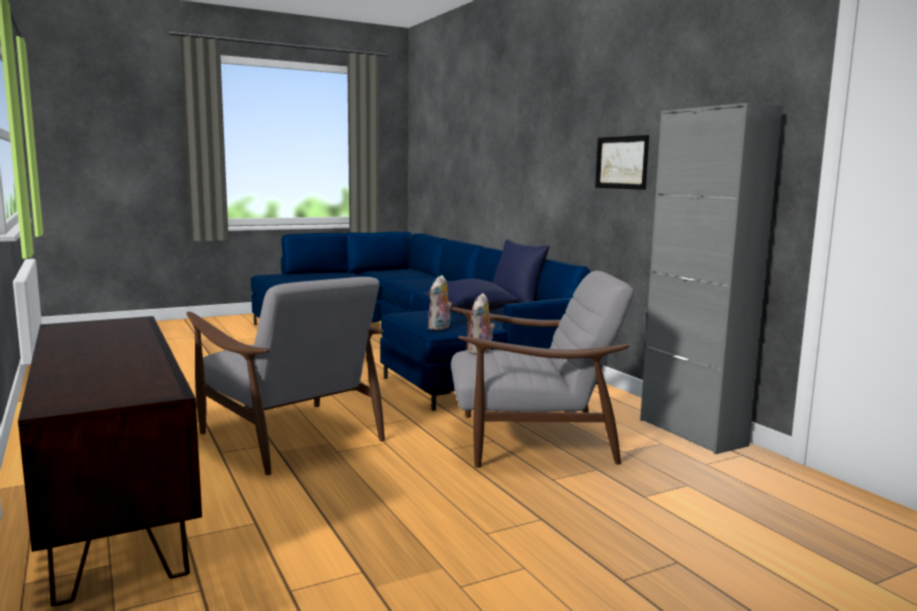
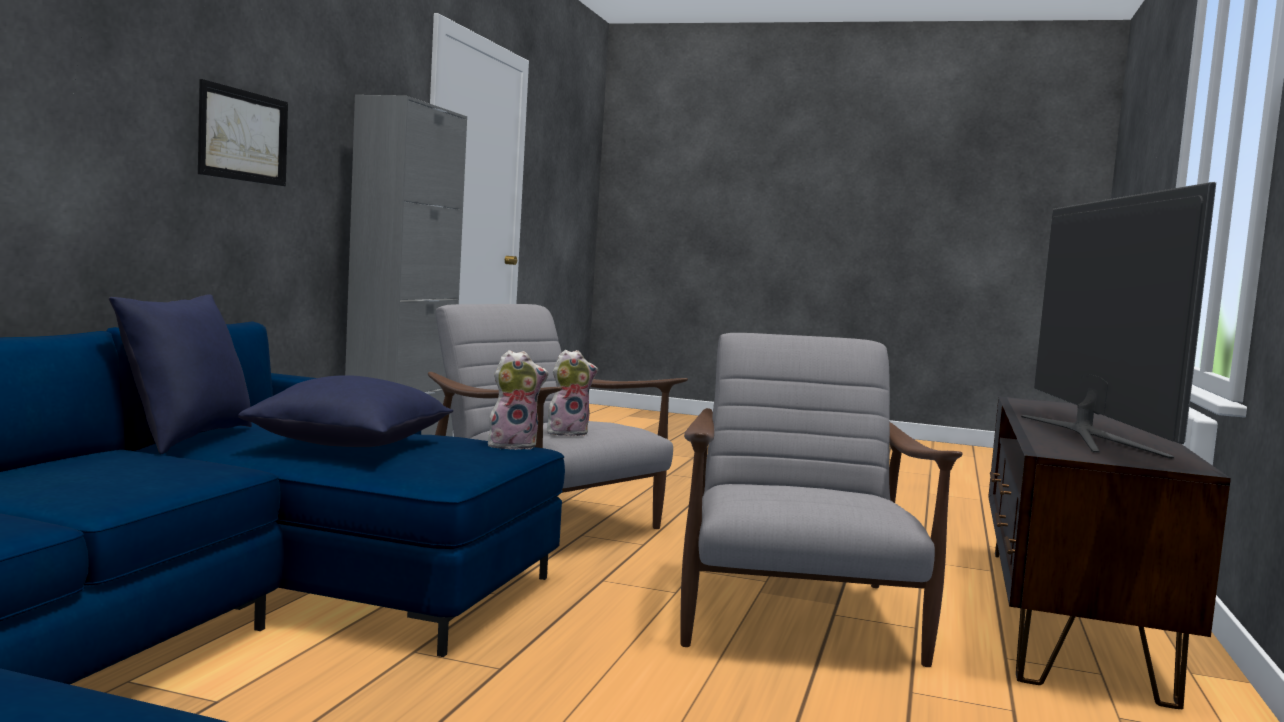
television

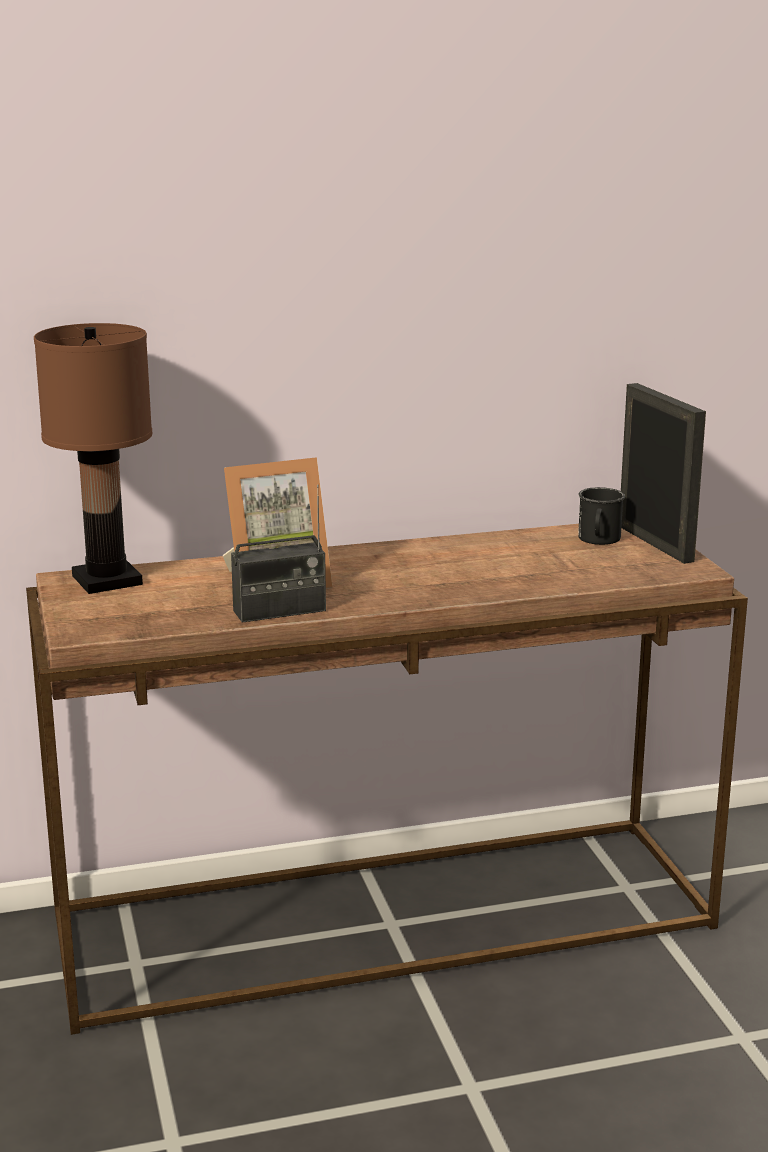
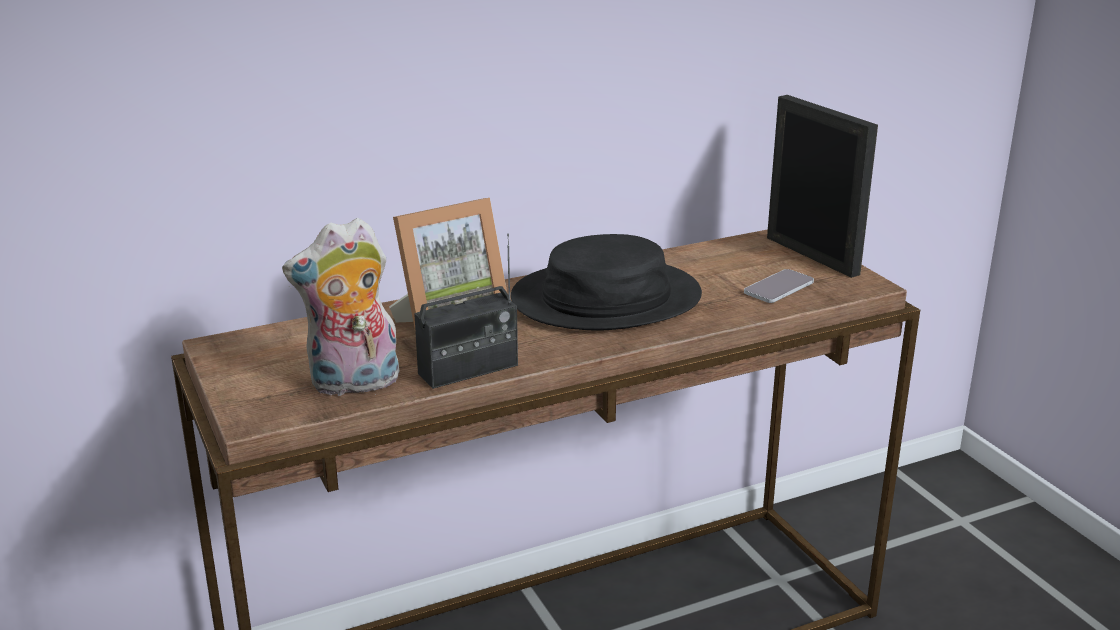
table lamp (brown)
mug (black)
plush toy
hat (black)
phone

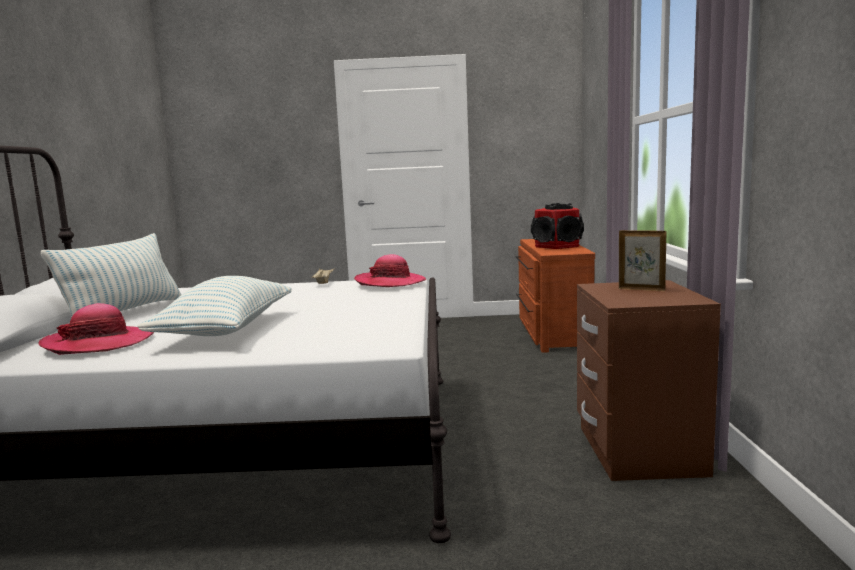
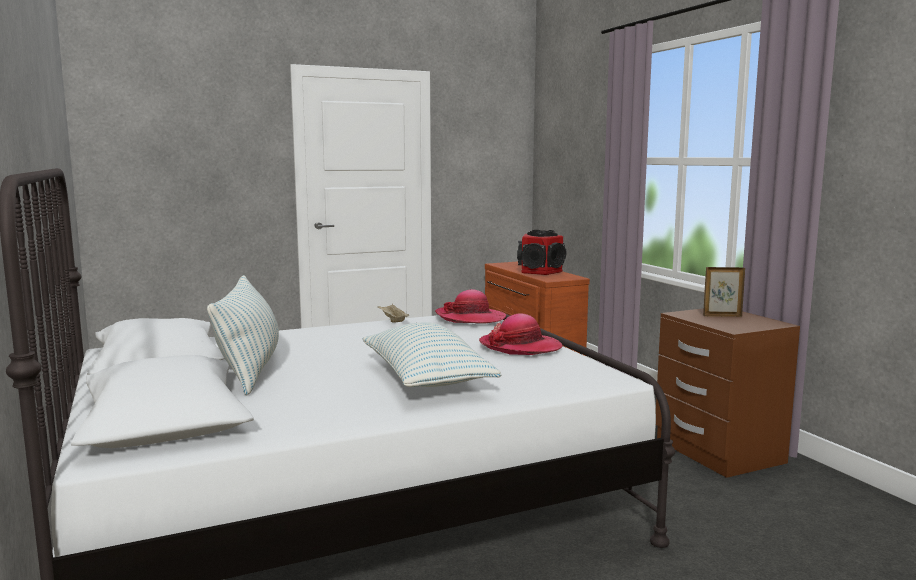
hat (2nd from left)

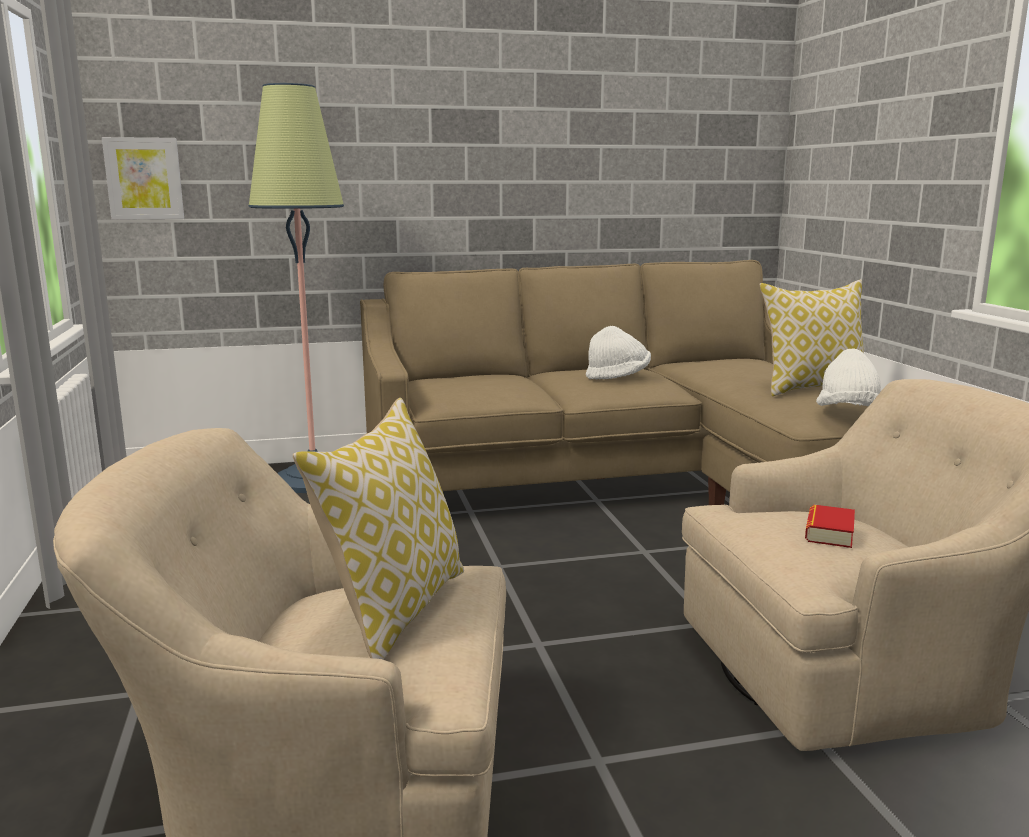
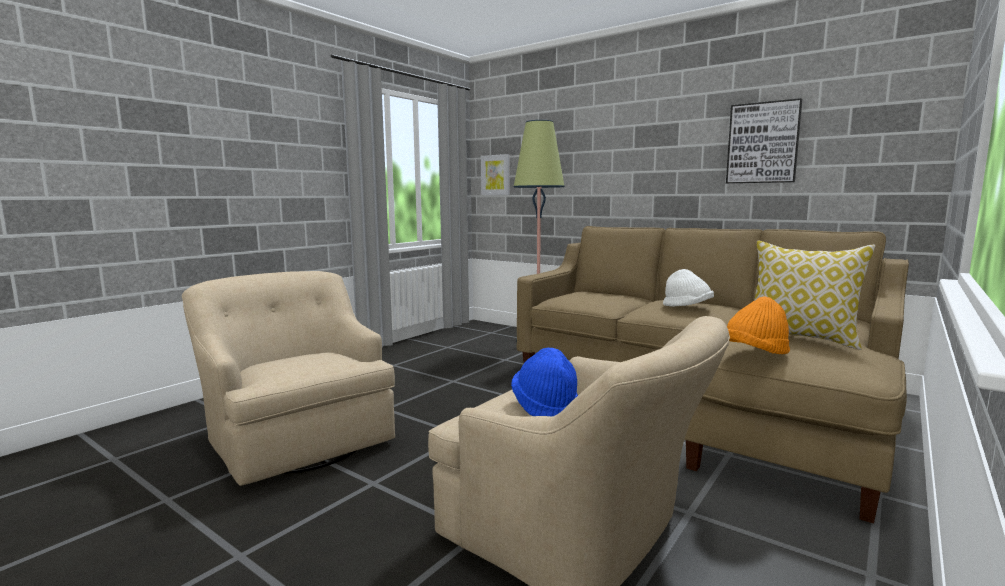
hat (orange)
pillow (1st from left in the first image)
hat (blue)
picture (2nd from left)

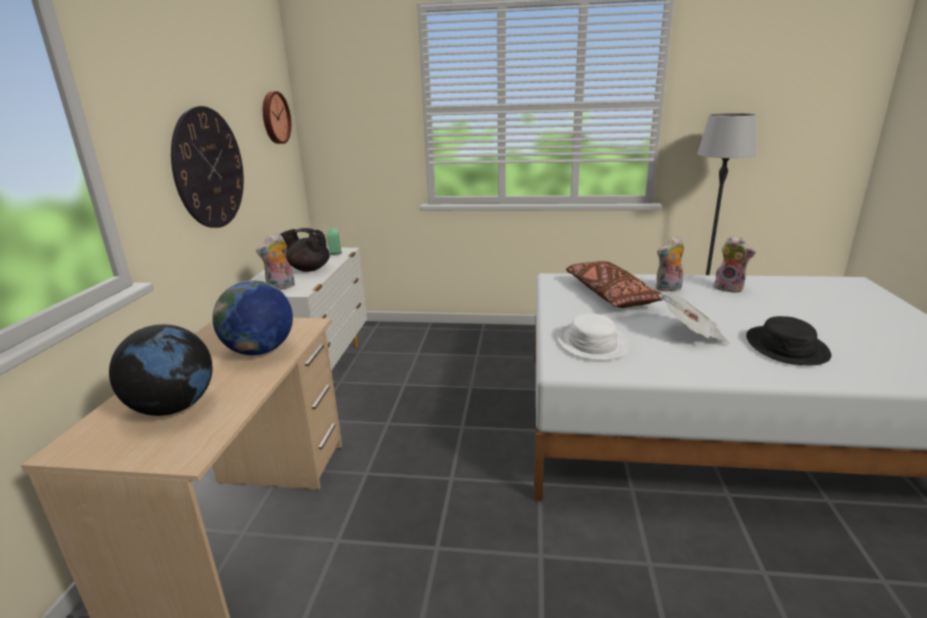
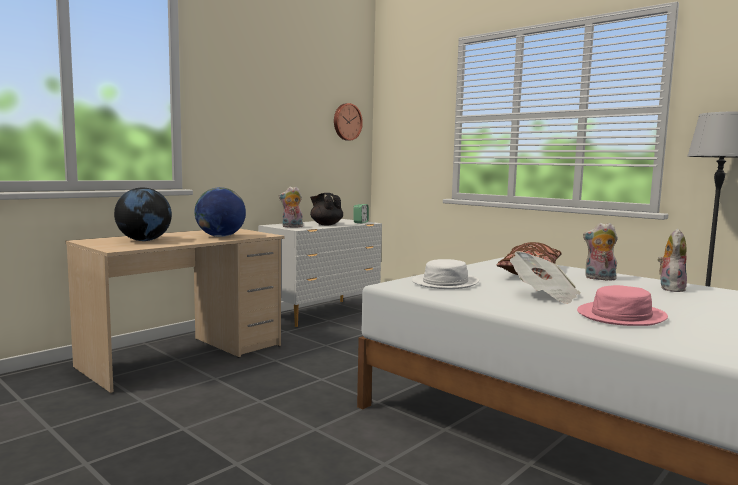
wall clock (1st from left in the first image)
plush toy (3rd from left)
hat (pink)

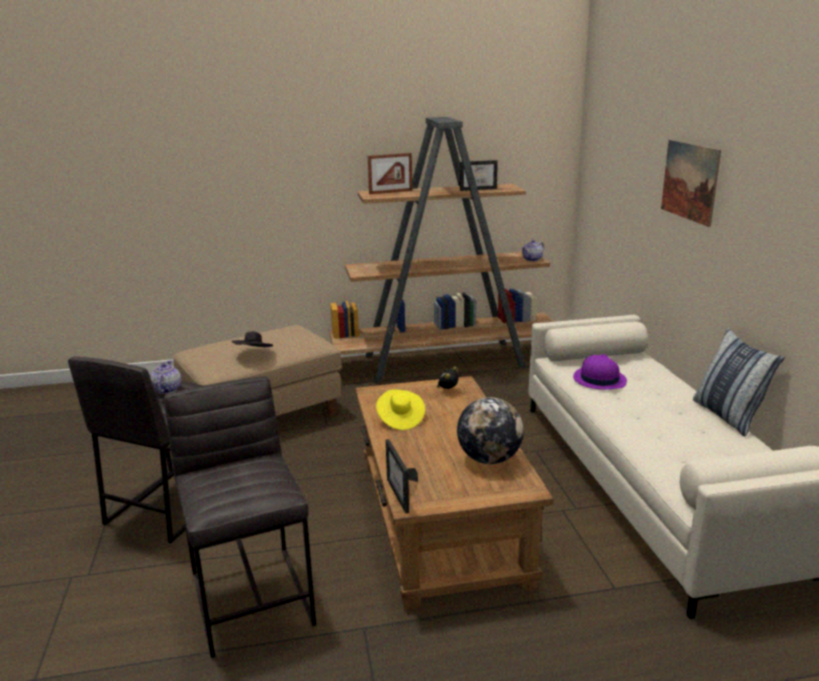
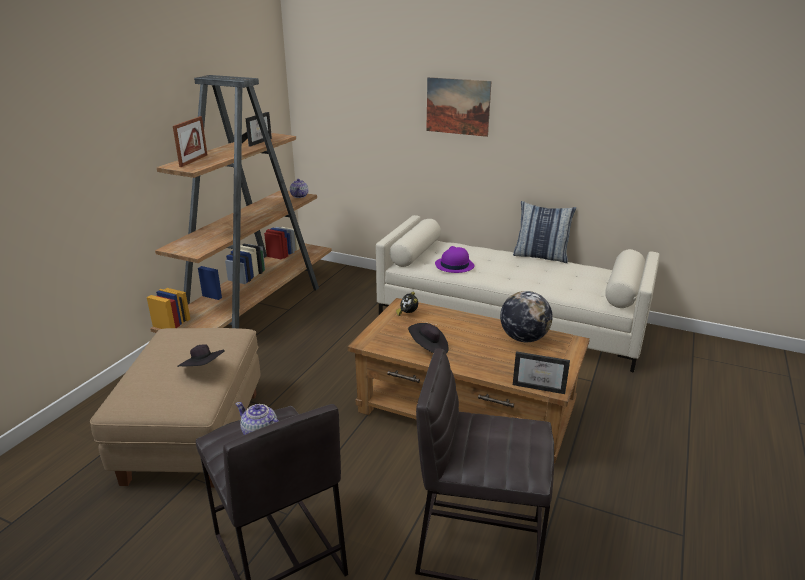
hat (black) (2nd from left)

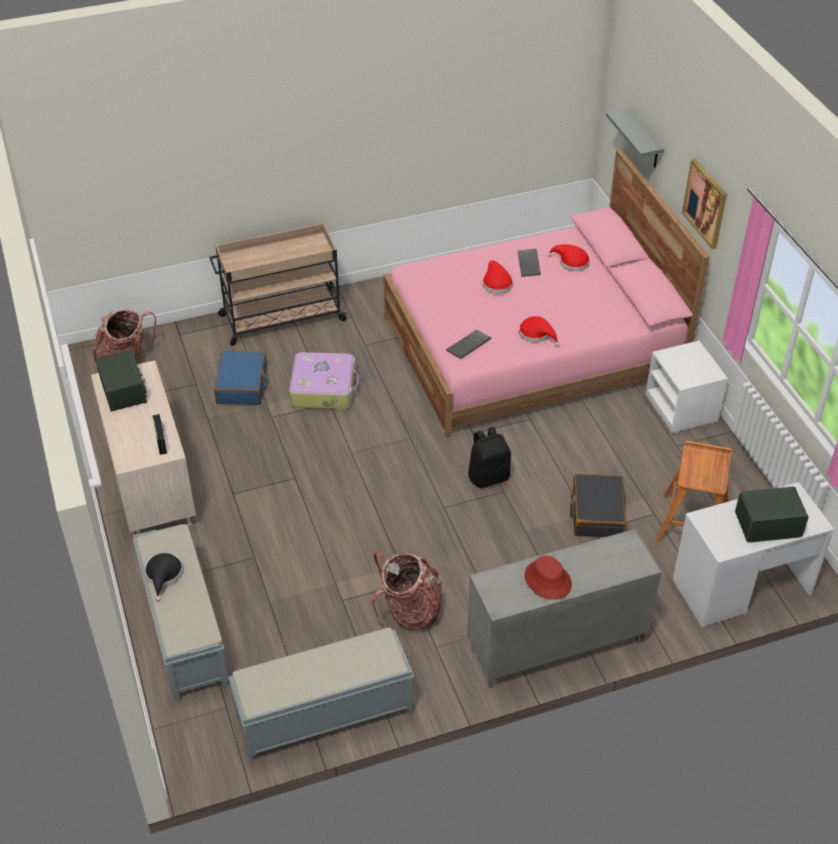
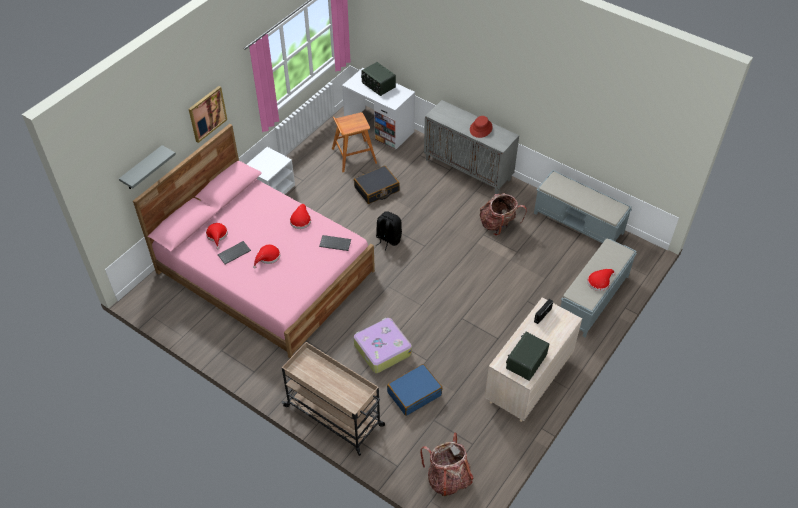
hat (red) (5th from left)

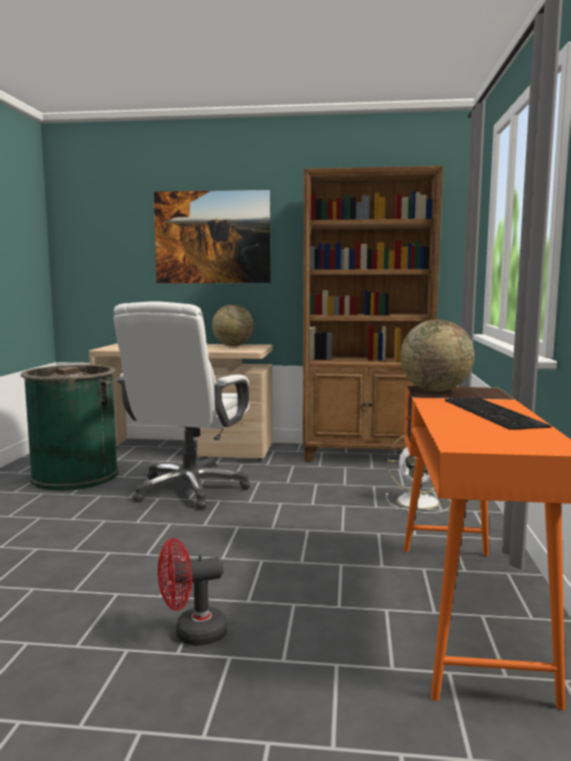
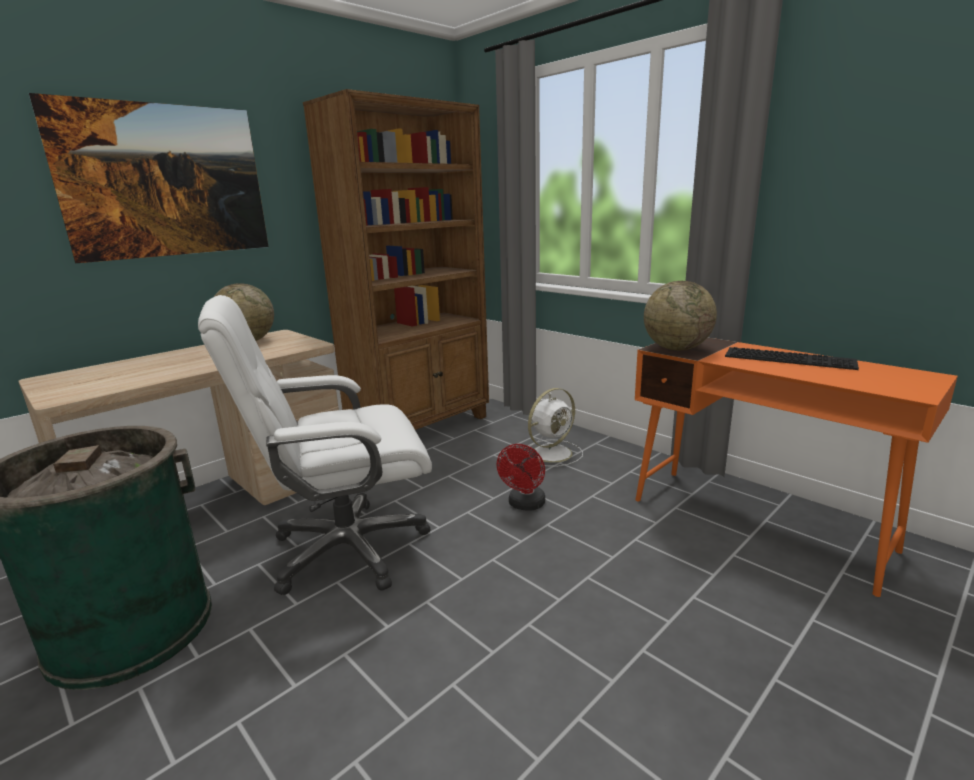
office chair (white)
fan (red)

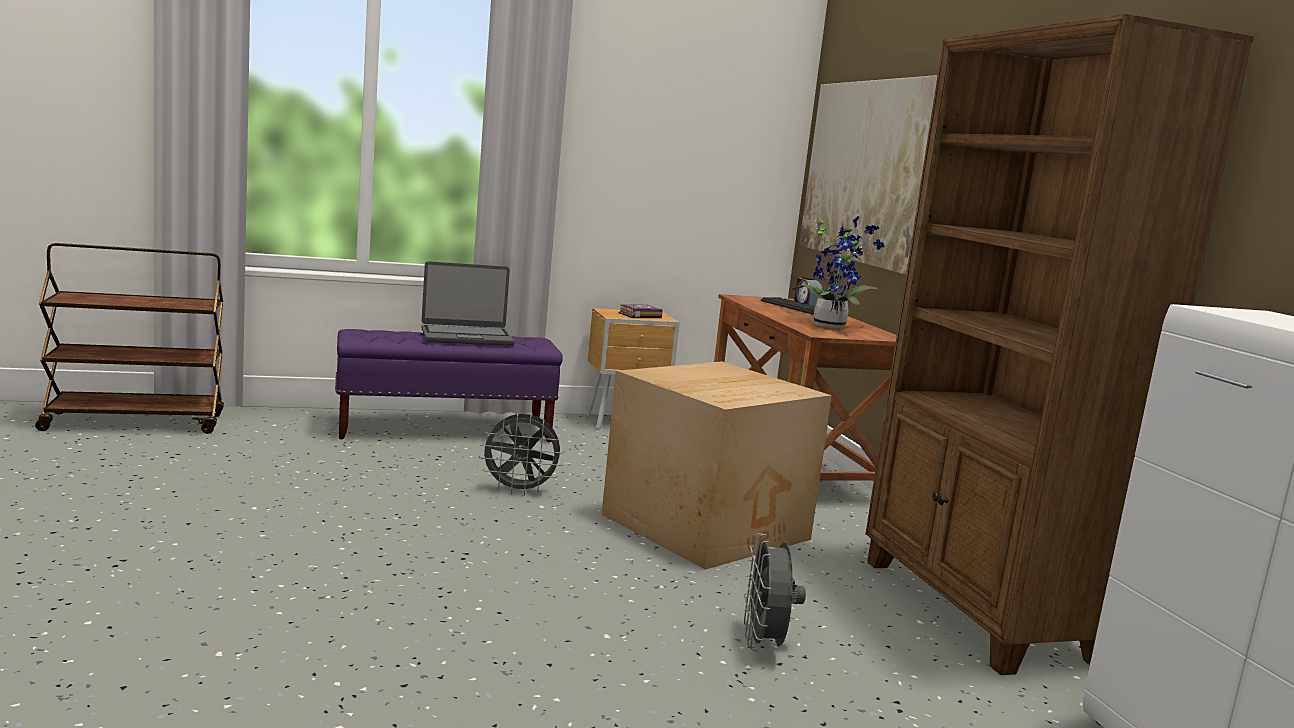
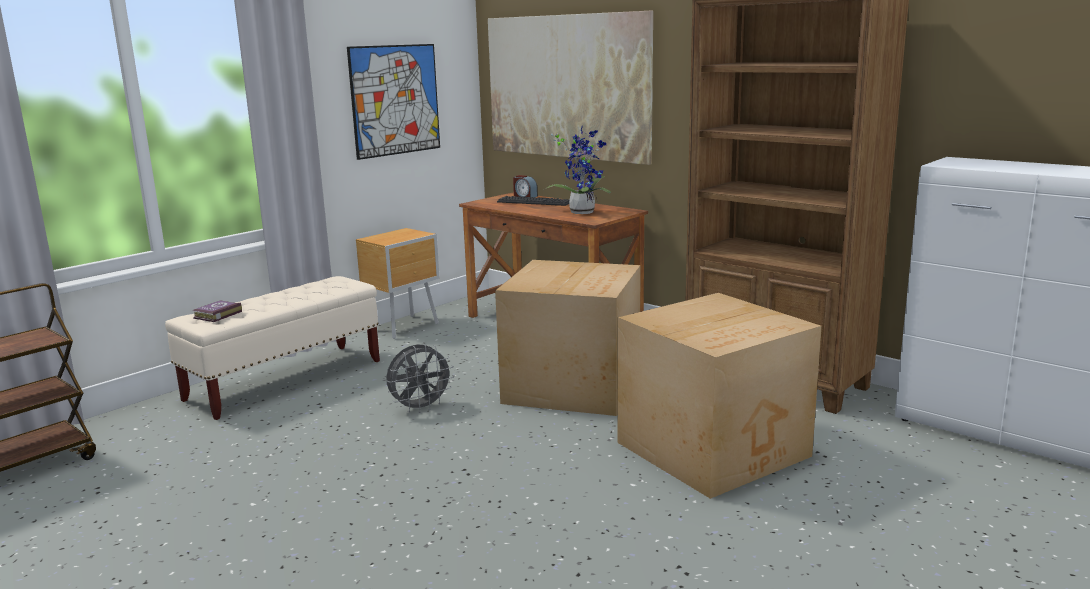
laptop
book
bench (beige)
cardboard box (2nd from left)
picture (1st from left)

